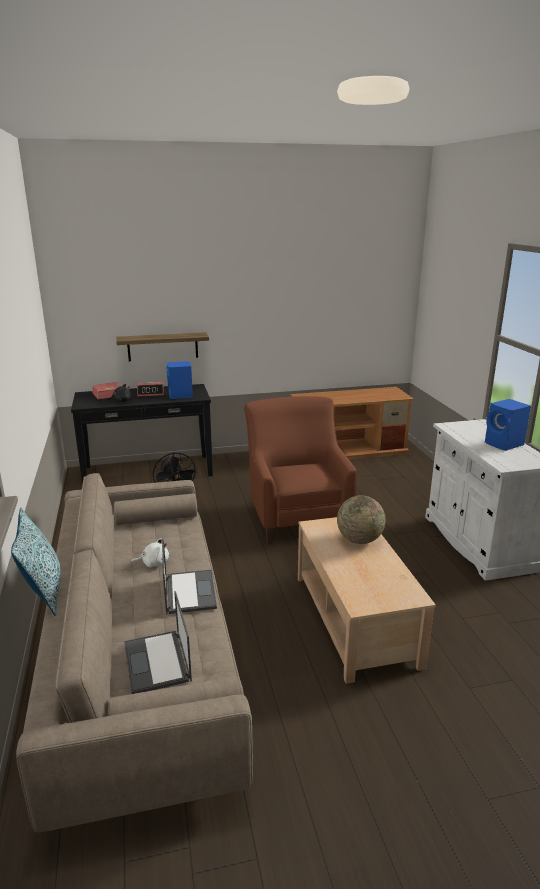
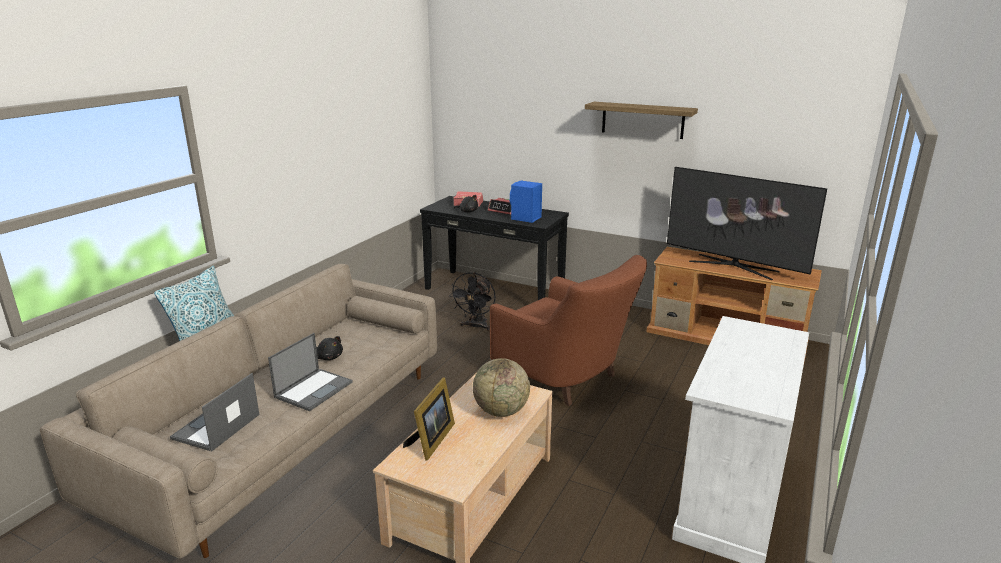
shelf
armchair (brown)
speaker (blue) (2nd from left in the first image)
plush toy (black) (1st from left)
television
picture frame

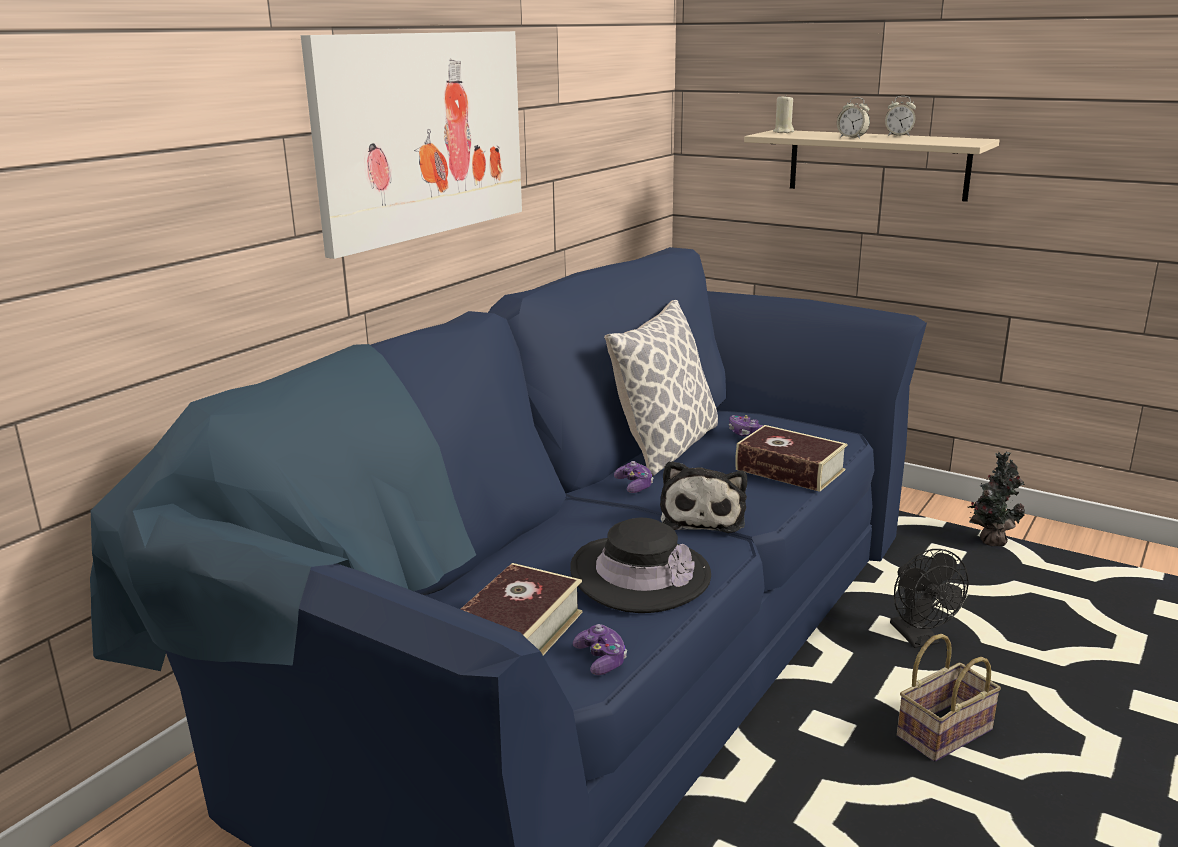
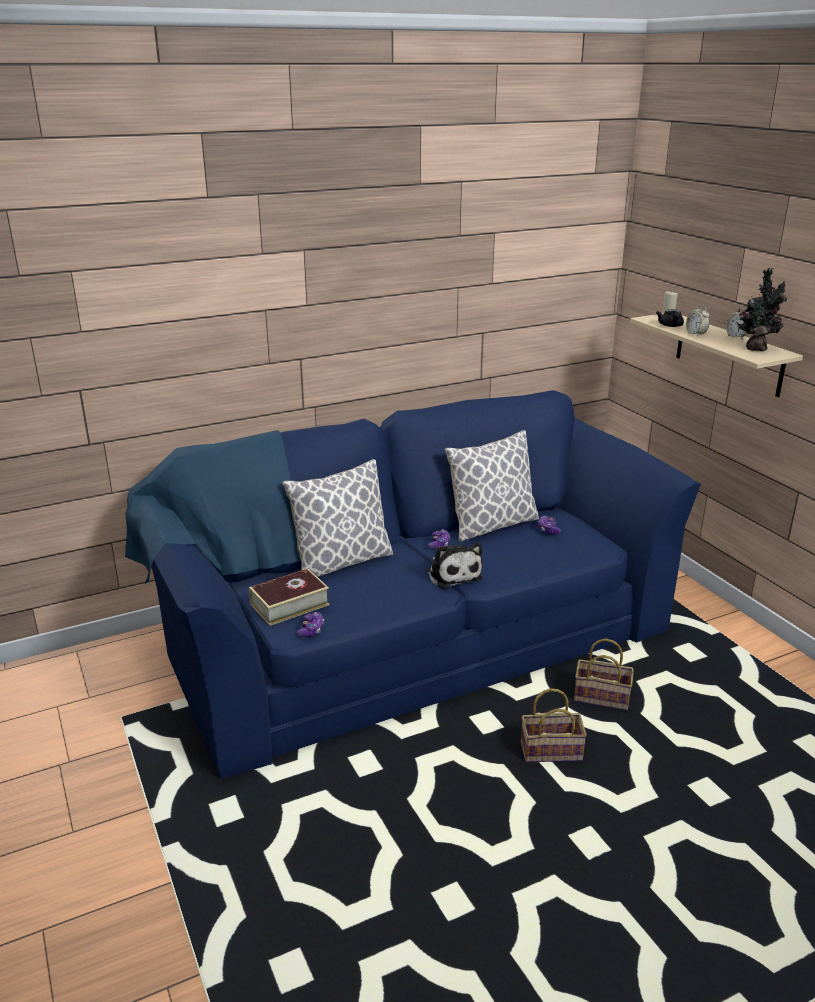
picture
book (2nd from left in the first image)
potted plant
plush toy
hat (black)
basket (2nd from left)
teapot (black)
pillow (1st from left)

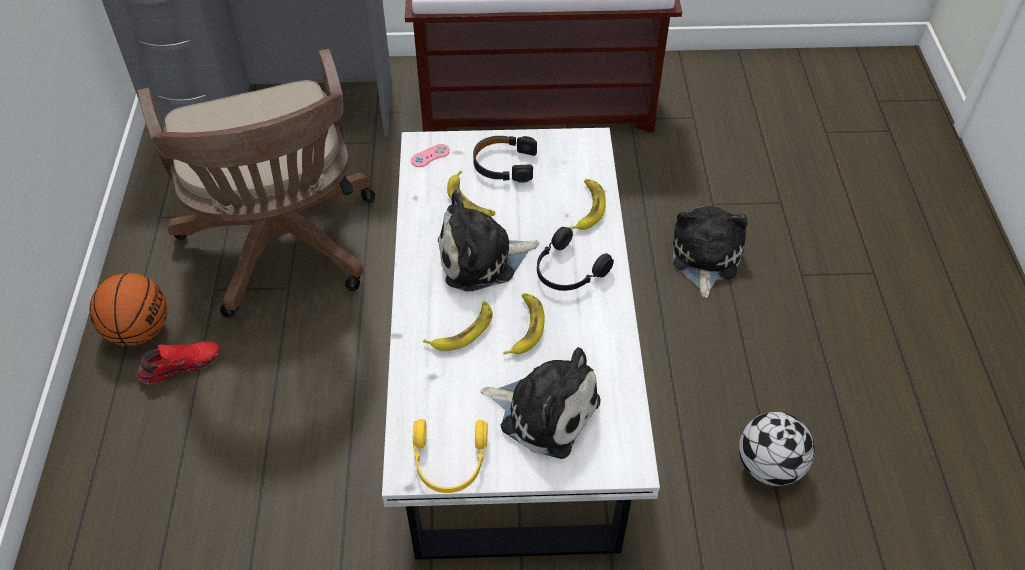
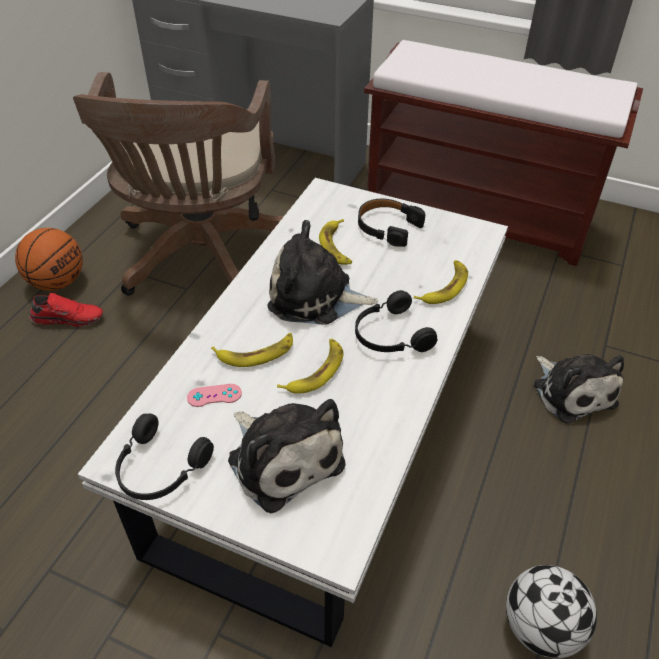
game controller (pink)
plush toy (3rd from left)
headphones (black) (1st from left)

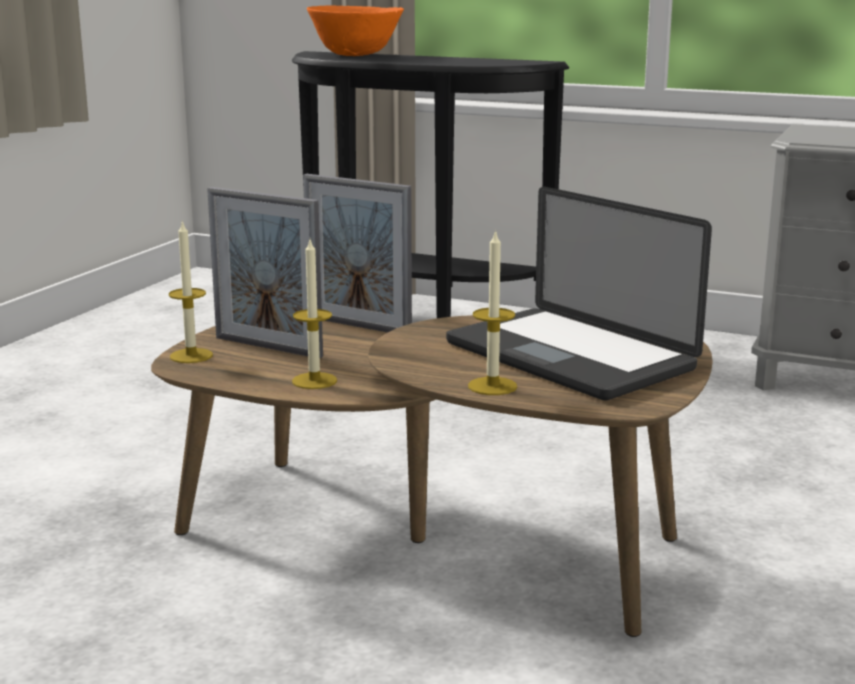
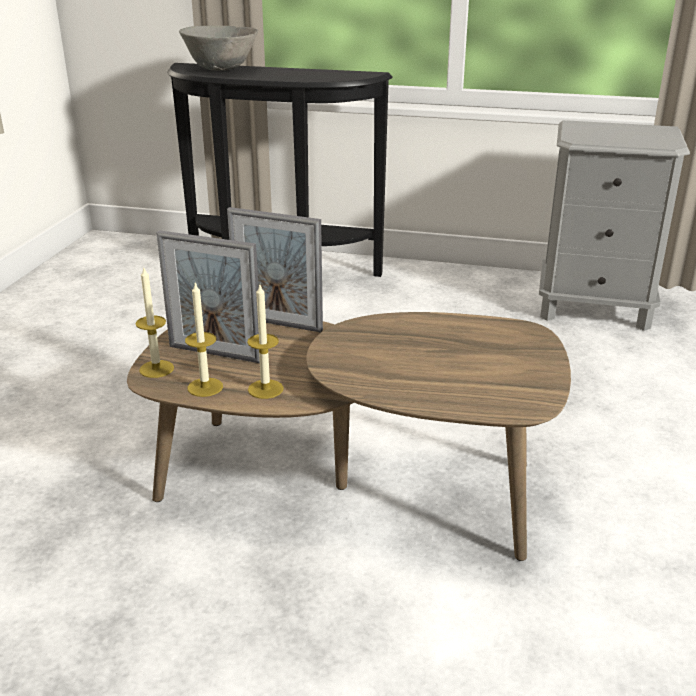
bowl (grey)
laptop
candle (2nd from left)

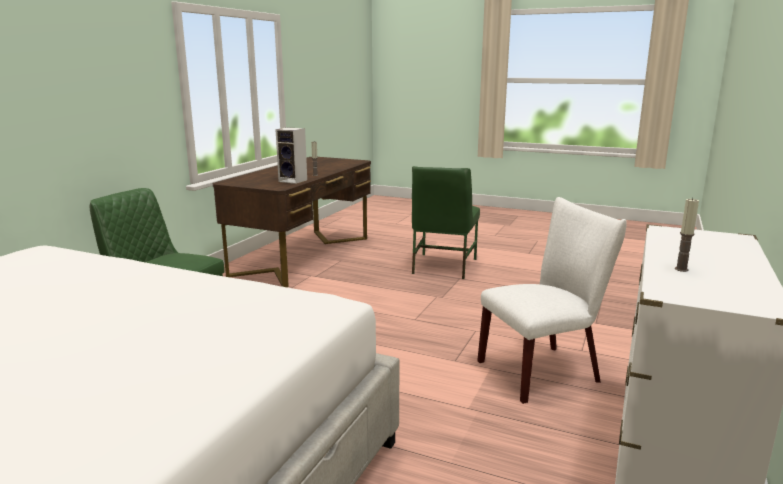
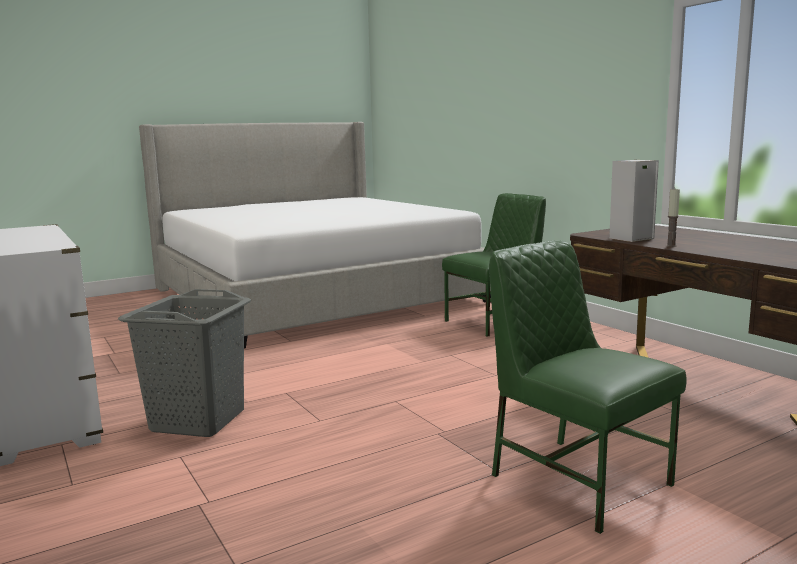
laundry basket (grey)
candle (2nd from left in the first image)

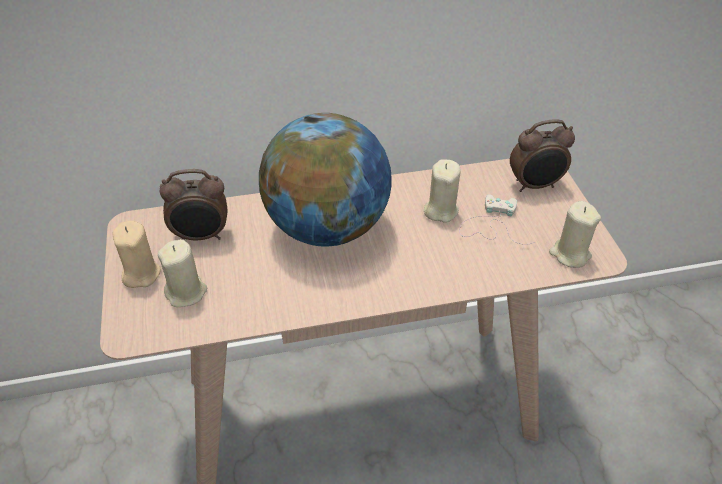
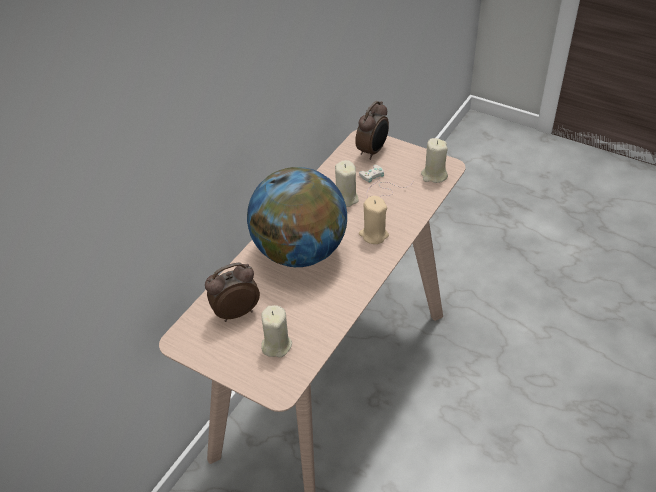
alarm clock (1st from left)
candle (beige) (3rd from left)

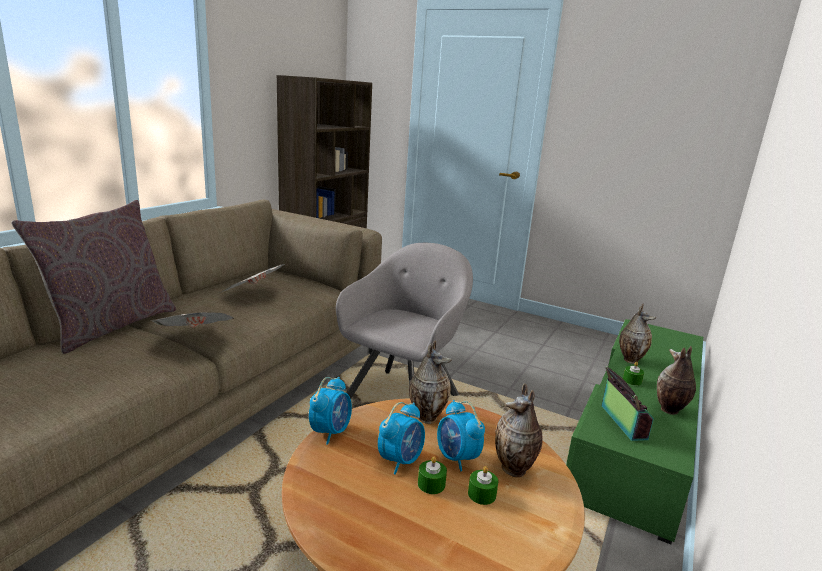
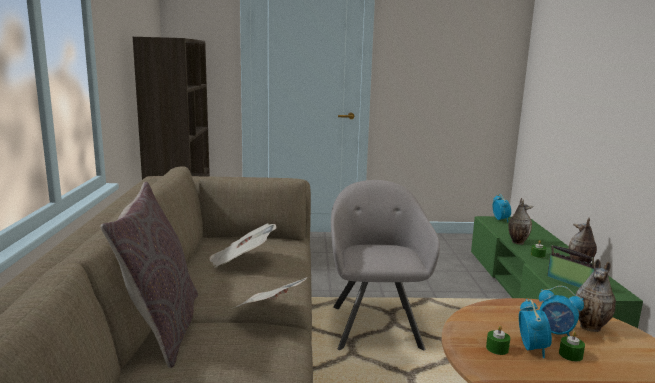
vase (1st from left in the first image)
alarm clock (1st from left)
candle (green) (1st from left)

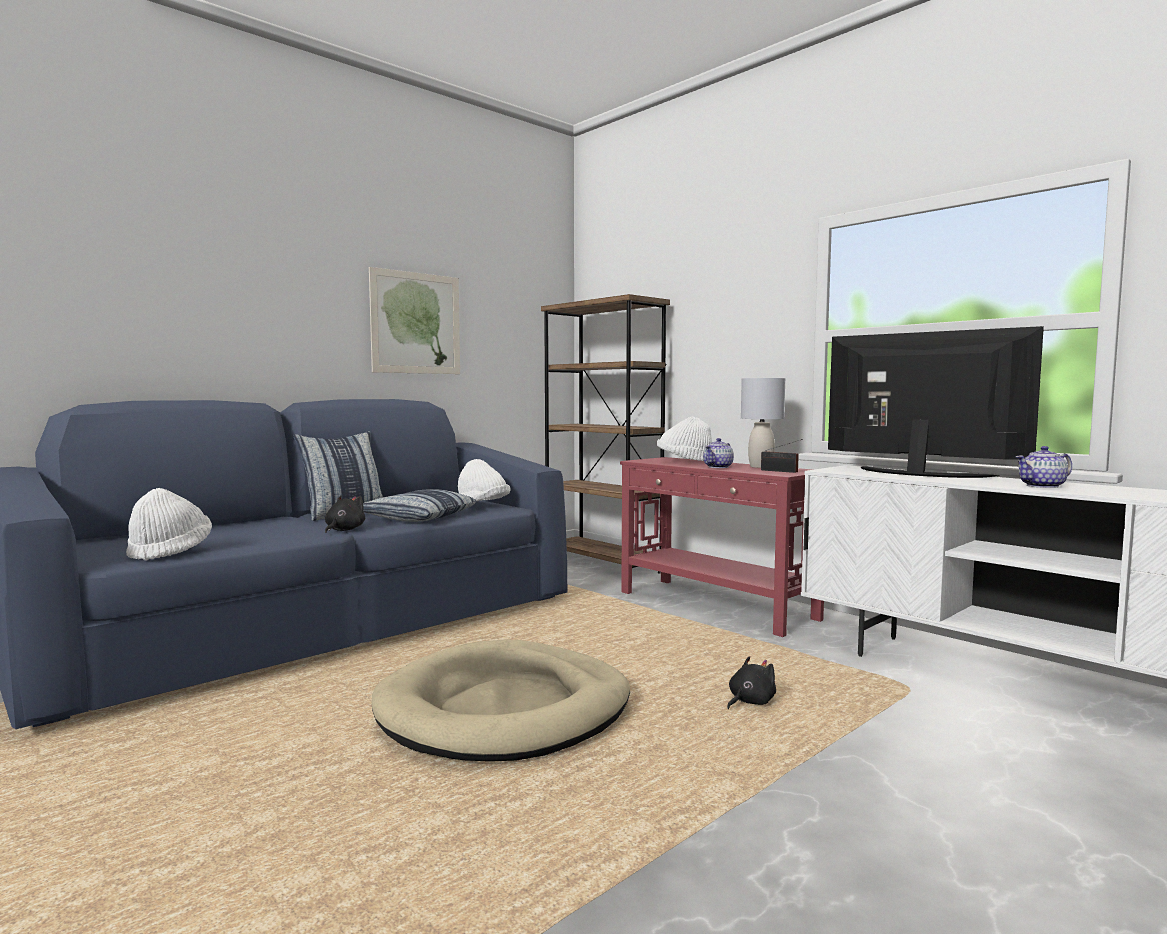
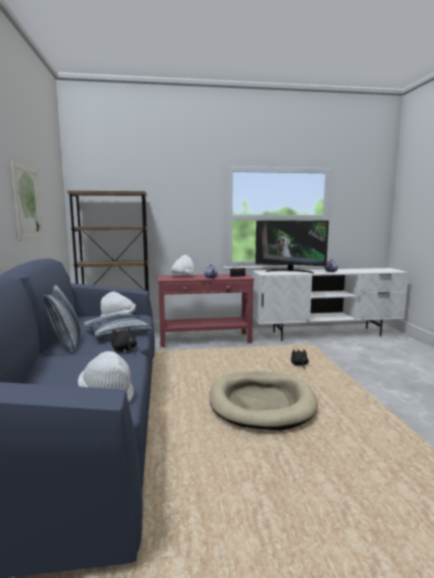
television
table lamp (grey)

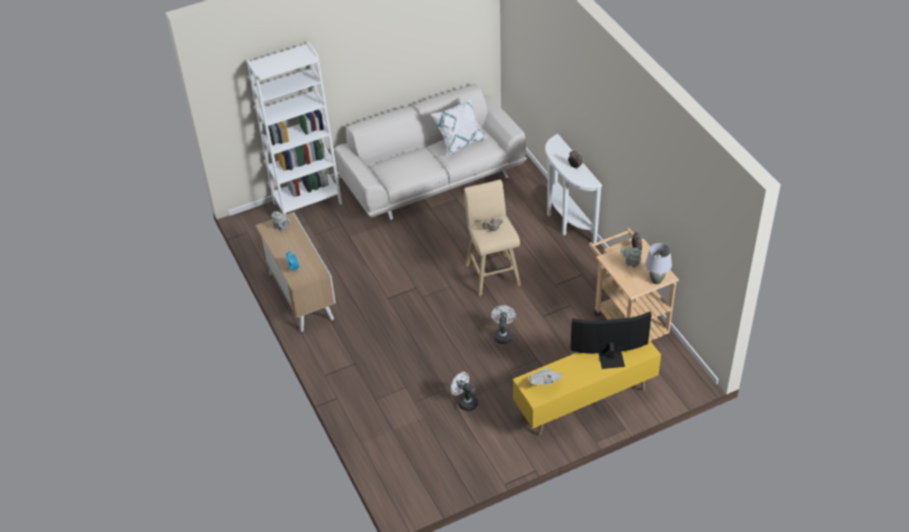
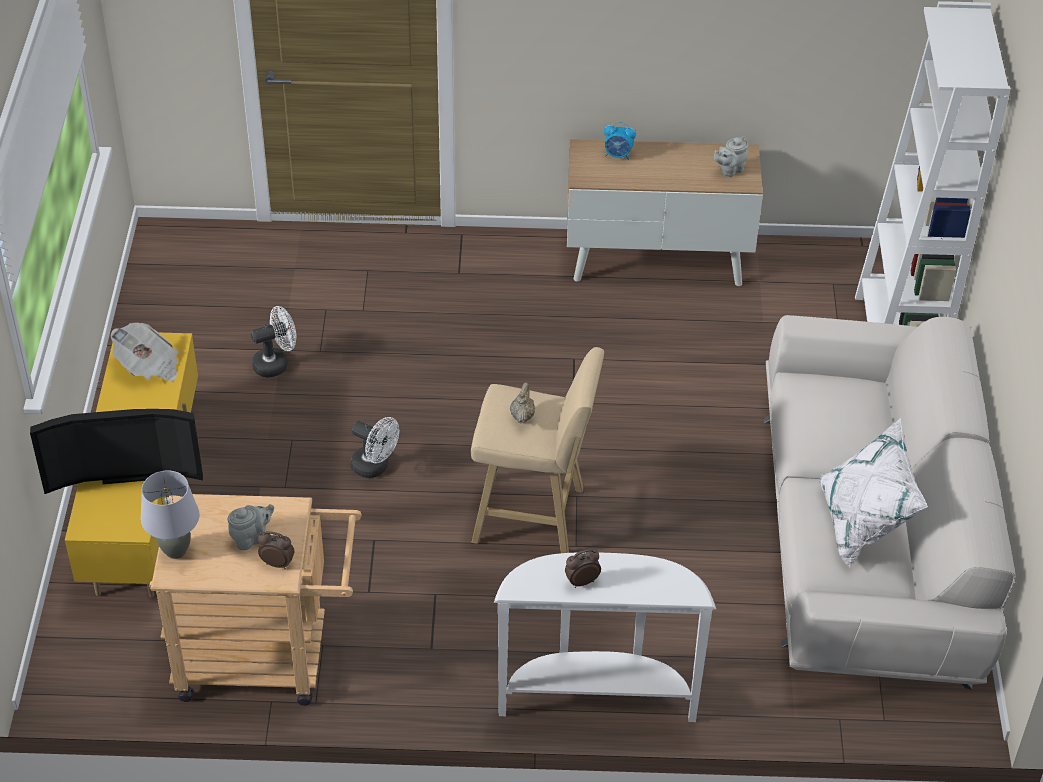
television

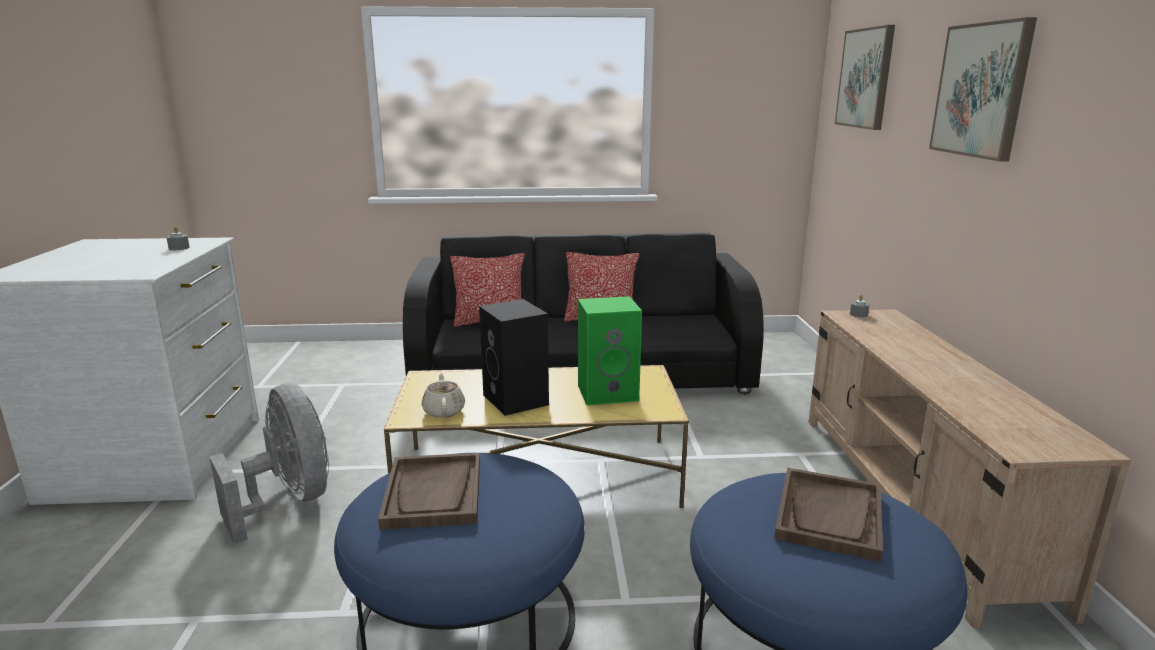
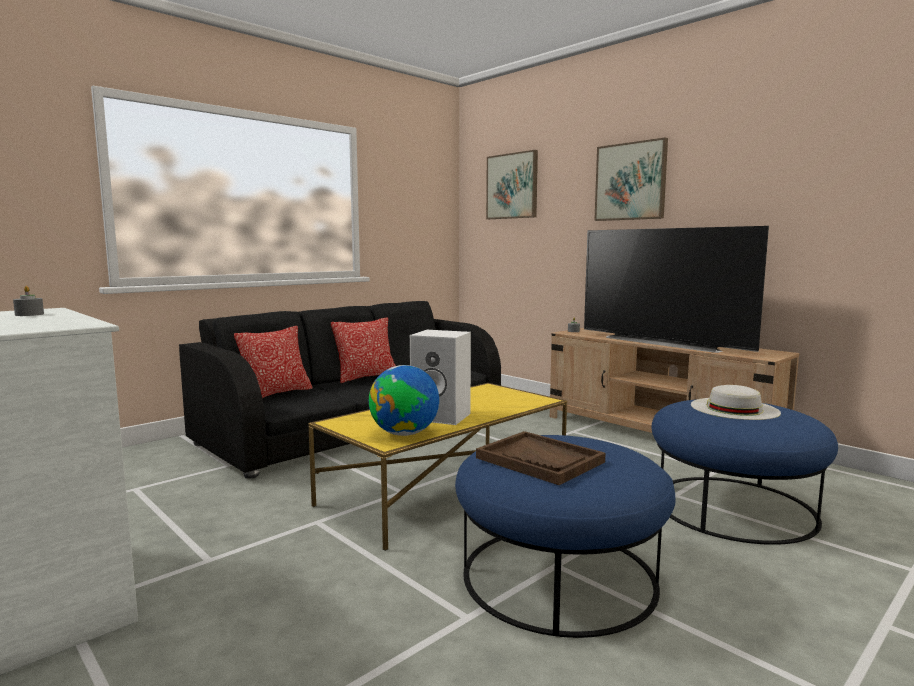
speaker (green)
speaker (white)
globe
fan (grey)
hat (white)
television

